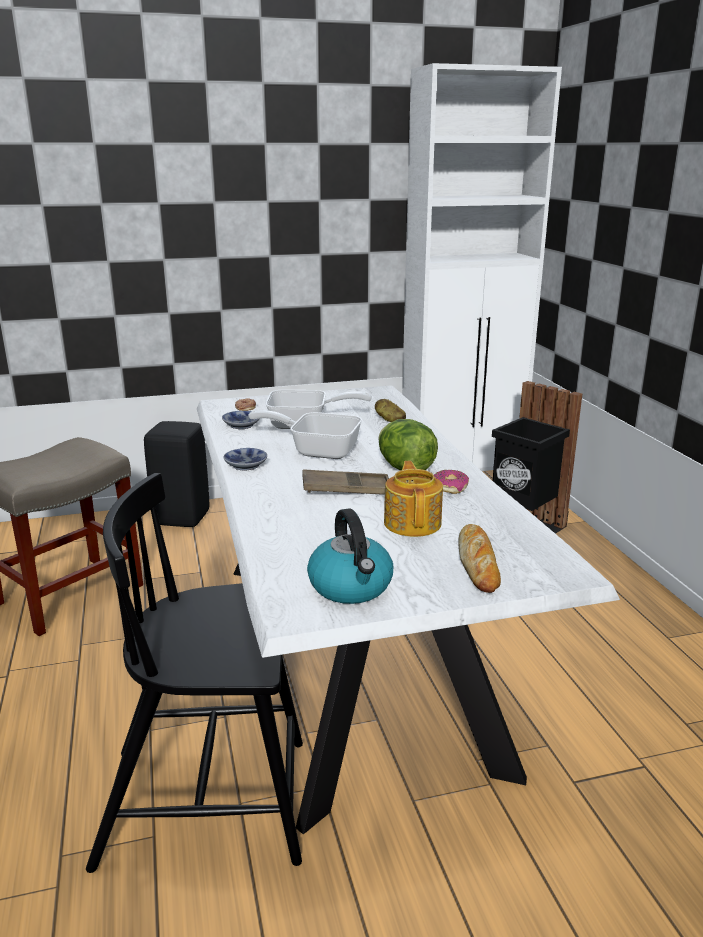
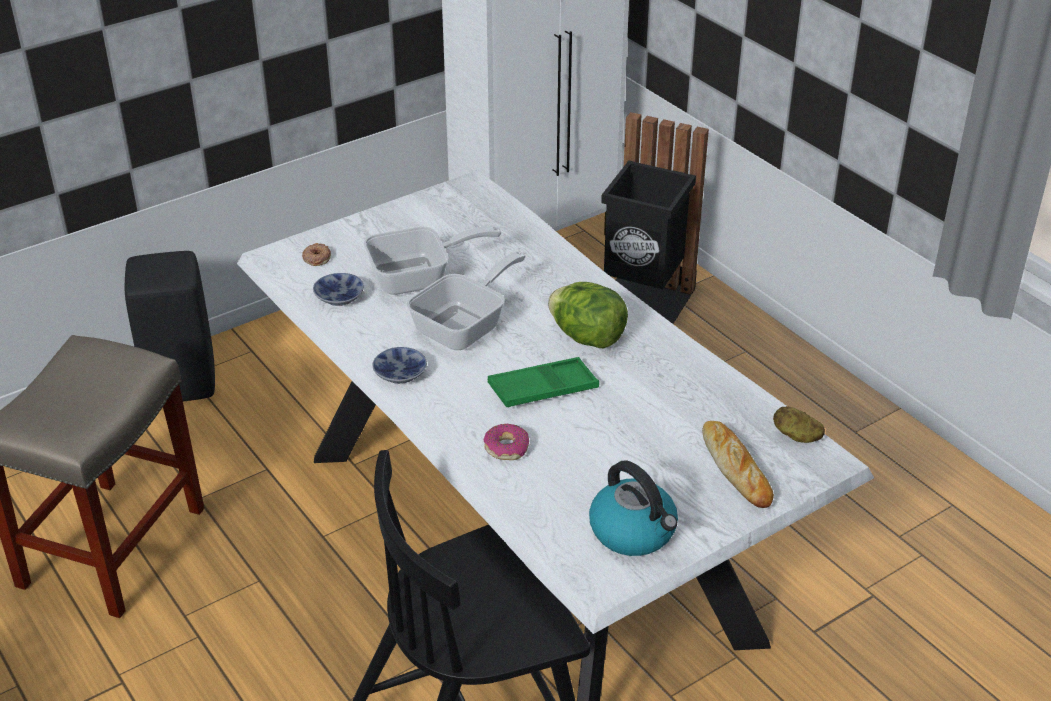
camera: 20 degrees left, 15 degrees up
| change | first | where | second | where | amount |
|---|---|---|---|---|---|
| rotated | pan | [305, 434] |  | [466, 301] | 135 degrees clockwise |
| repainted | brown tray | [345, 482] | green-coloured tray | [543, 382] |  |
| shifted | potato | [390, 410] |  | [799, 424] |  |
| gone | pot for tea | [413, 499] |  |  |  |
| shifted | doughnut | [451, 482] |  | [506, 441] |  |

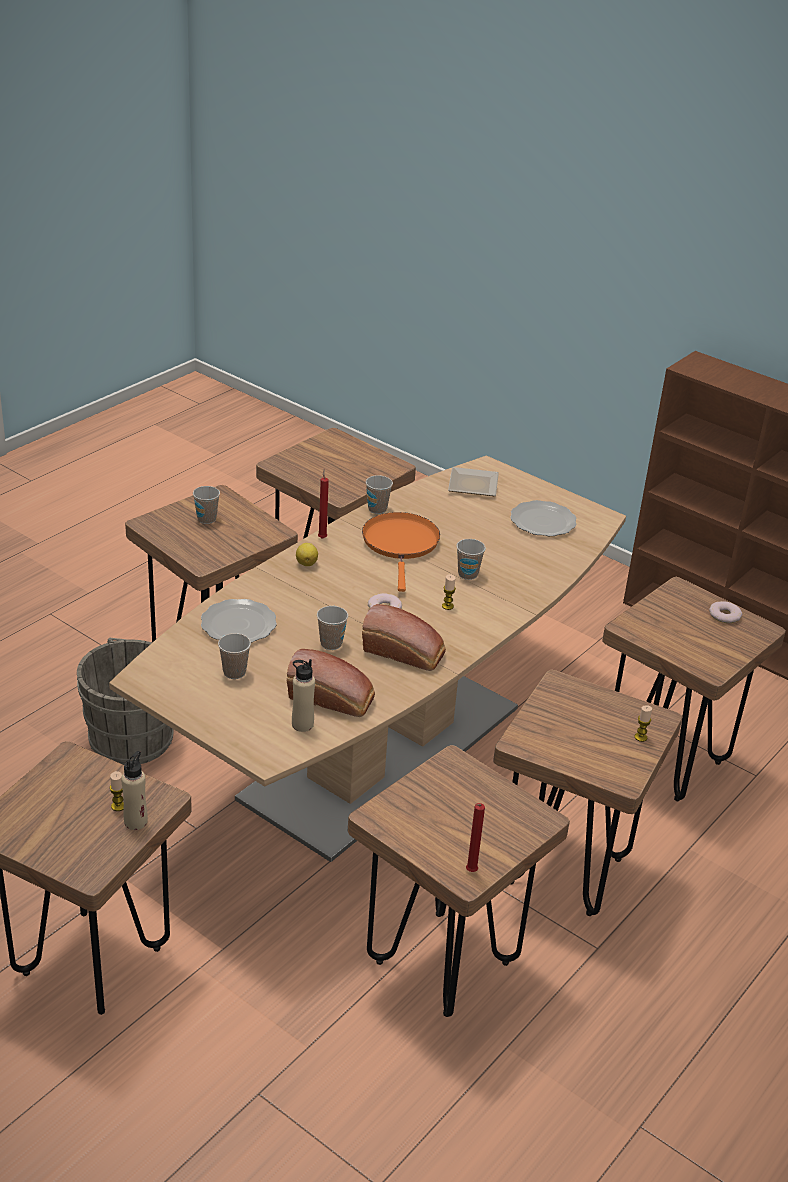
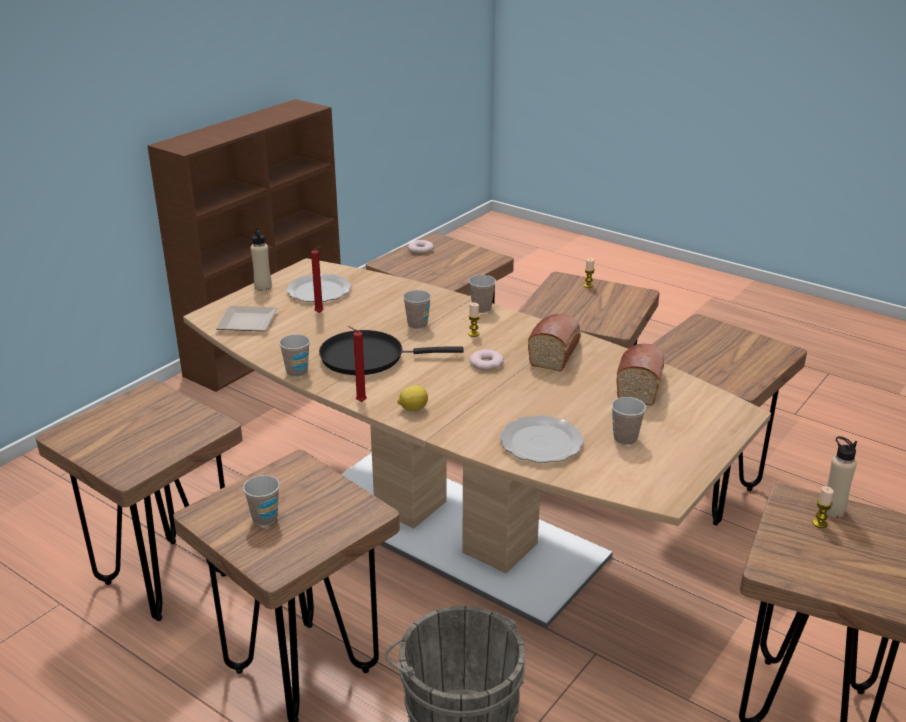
camera: 90 degrees left, 5 degrees down
| change | first | where | second | where | amount |
|---|---|---|---|---|---|
| shifted | beige drink bottle | [303, 695] |  | [261, 259] |  |
| shifted | small cup | [332, 628] |  | [482, 294] |  |
| repainted | orange-coloured pan | [401, 552] | black pan | [391, 352] |  |
| shifted | red-coloured wax light | [475, 837] |  | [317, 279] |  |

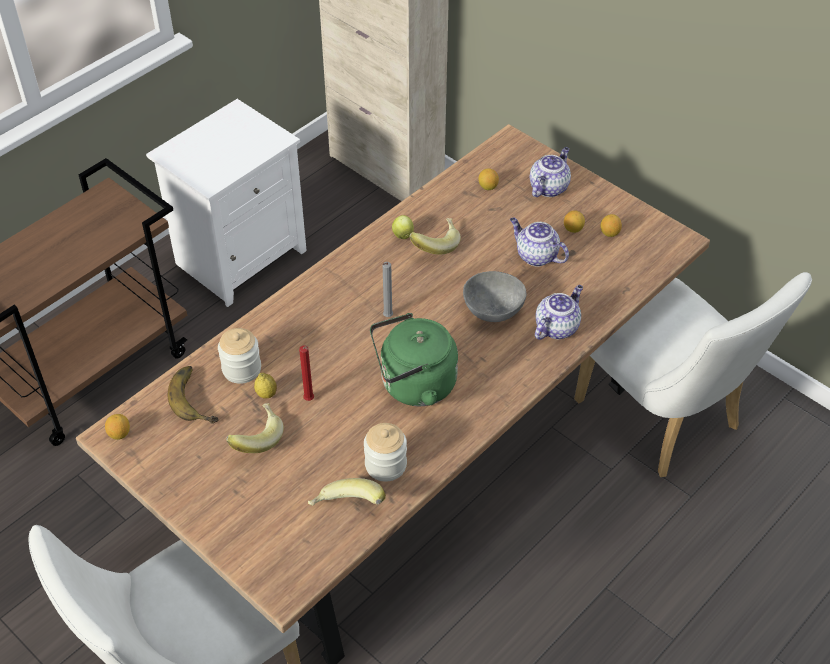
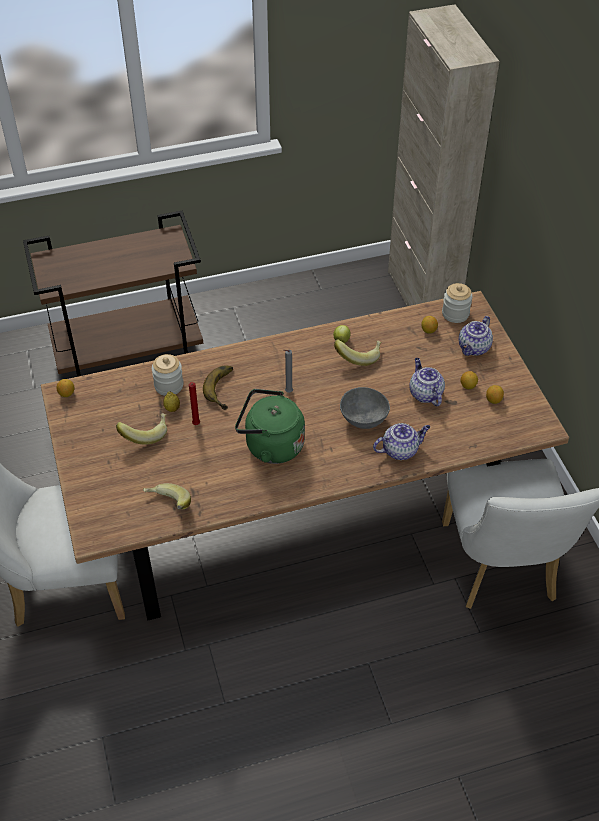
camera: 30 degrees right, 0 degrees up
| change | first | where | second | where | amount |
|---|---|---|---|---|---|
| gone | white bedside table | [226, 203] |  |  |  |
| shifted | banana | [193, 394] |  | [218, 387] |  |
| shifted | jar | [385, 452] |  | [457, 303] |  |
| rotated | pot for tea | [550, 172] |  | [476, 336] | 150 degrees clockwise |

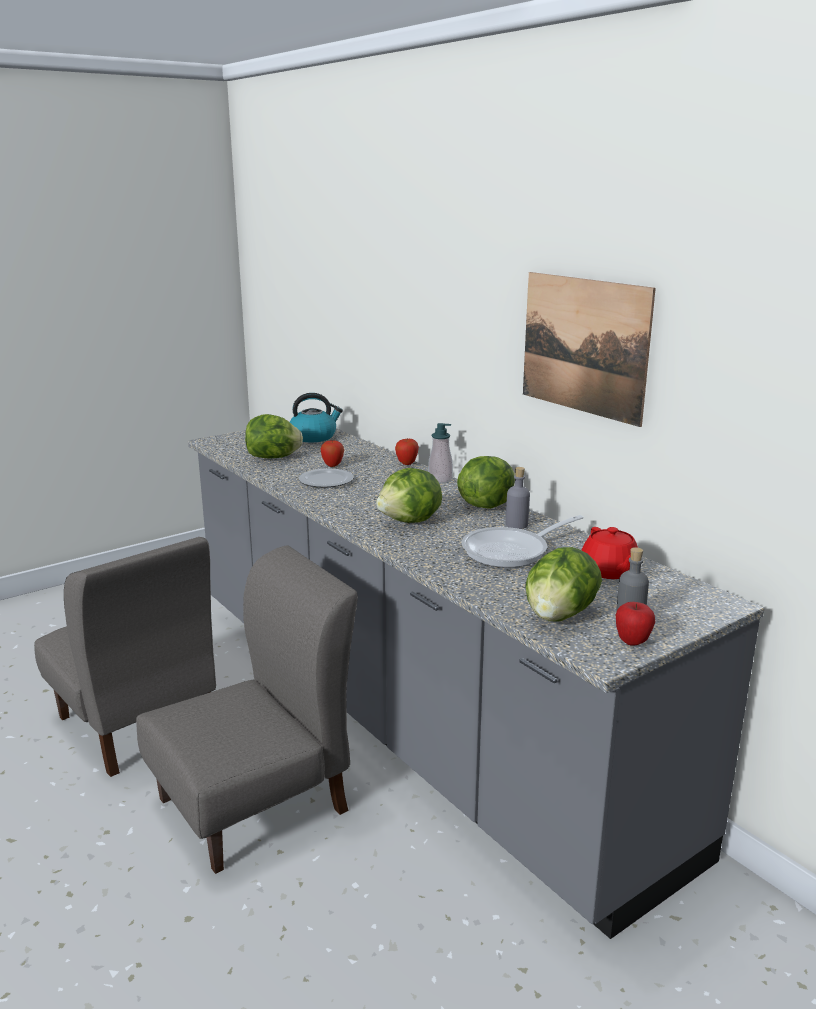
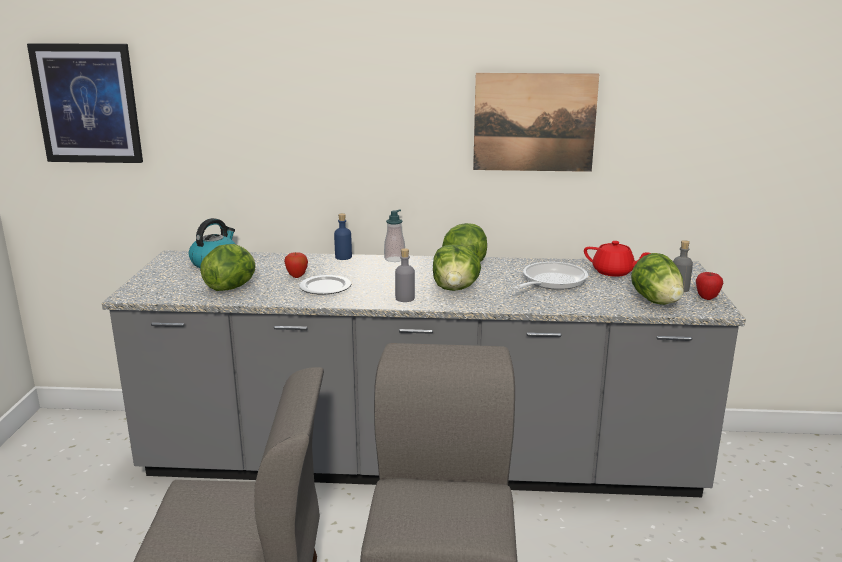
camera: 50 degrees left, 0 degrees up
| change | first | where | second | where | amount |
|---|---|---|---|---|---|
| swapped | apple | [407, 451] | bluish drink bottle | [343, 236] |  |
| rotated | pan | [523, 541] |  | [550, 276] | 150 degrees counterclockwise |
| shifted | grey drink bottle | [518, 498] |  | [405, 275] |  |
| new |  |  | wall picture | [85, 103] |  |

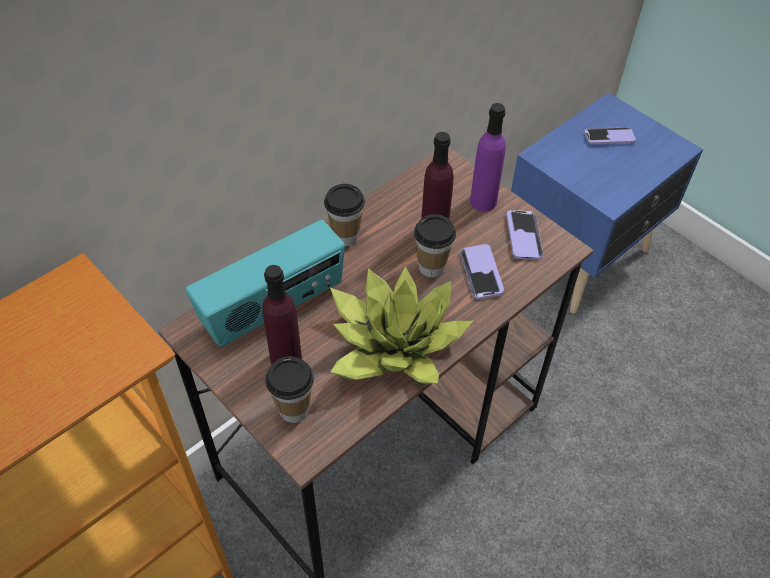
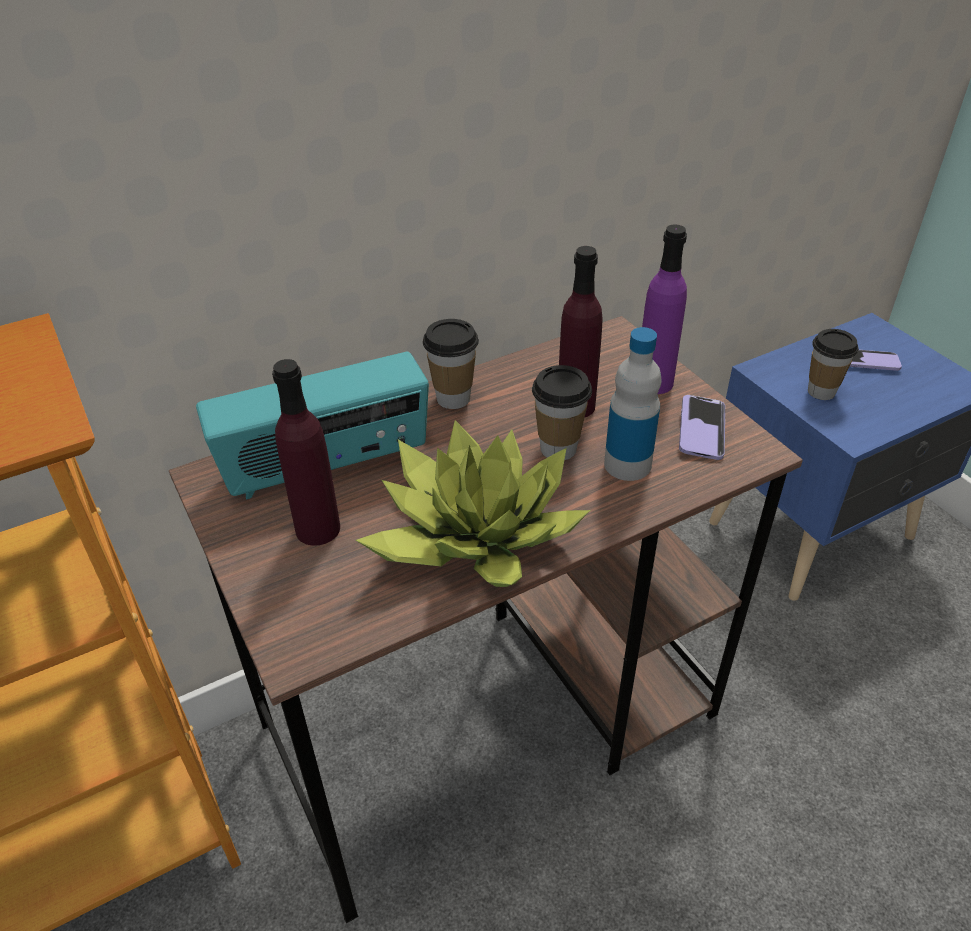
camera: 15 degrees right, 10 degrees down
| change | first | where | second | where | amount |
|---|---|---|---|---|---|
| shifted | small cup | [289, 389] |  | [833, 364] |  |
| swapped | phone | [482, 271] | drink bottle | [632, 404] |  |

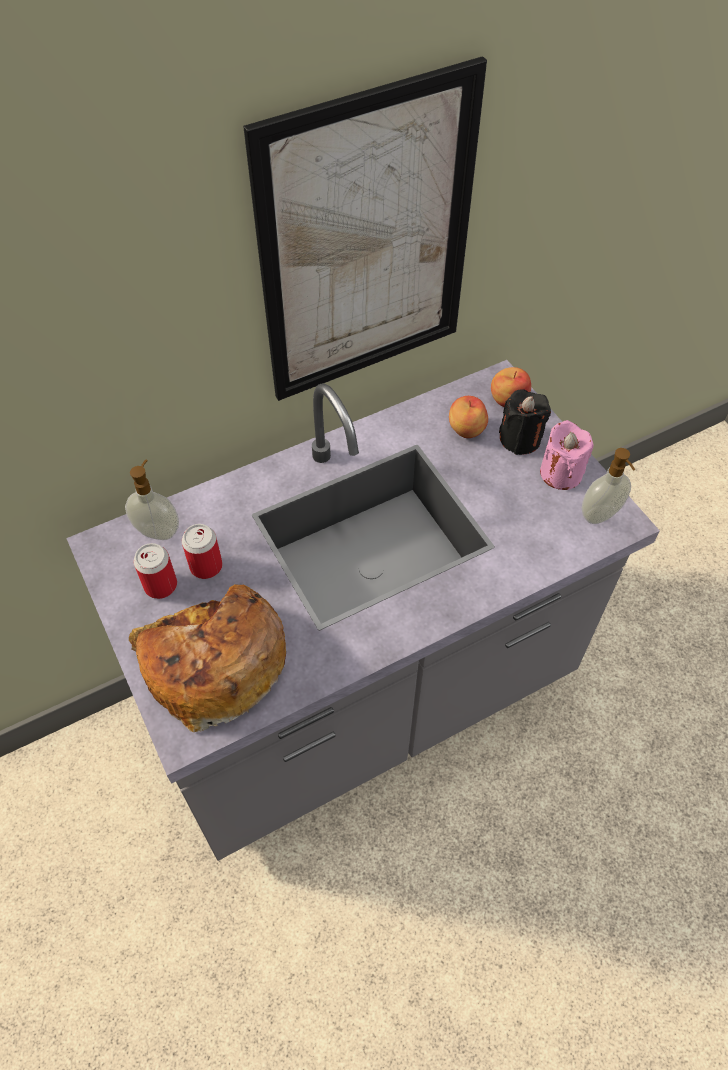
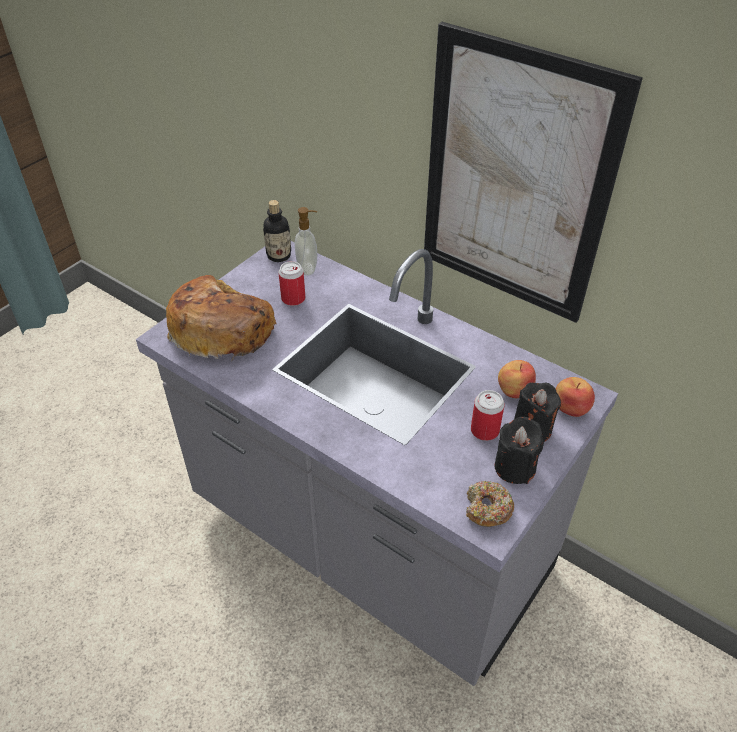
camera: 65 degrees right, 10 degrees down
| change | first | where | second | where | amount |
|---|---|---|---|---|---|
| shifted | can | [155, 571] |  | [488, 415] |  |
| repainted | pink wax light | [567, 455] | black wax light | [519, 450] |  |
| swapped | soap bottle | [608, 486] | doughnut | [490, 504] |  |
| new |  |  | drink bottle | [277, 231] |  |

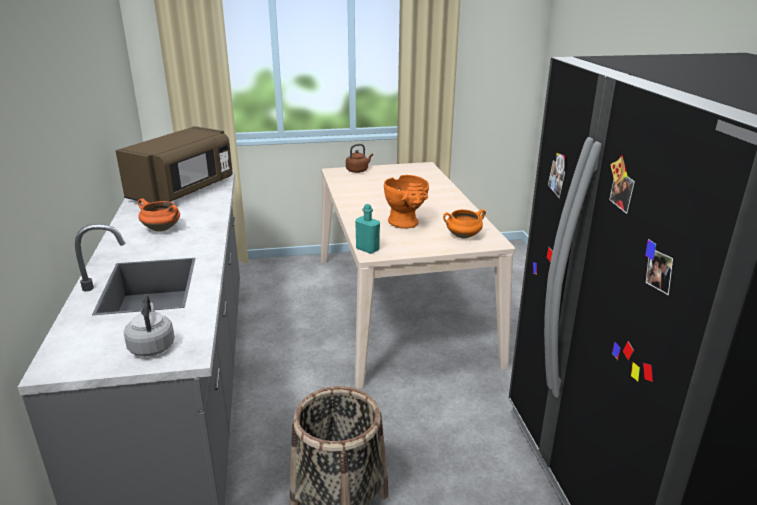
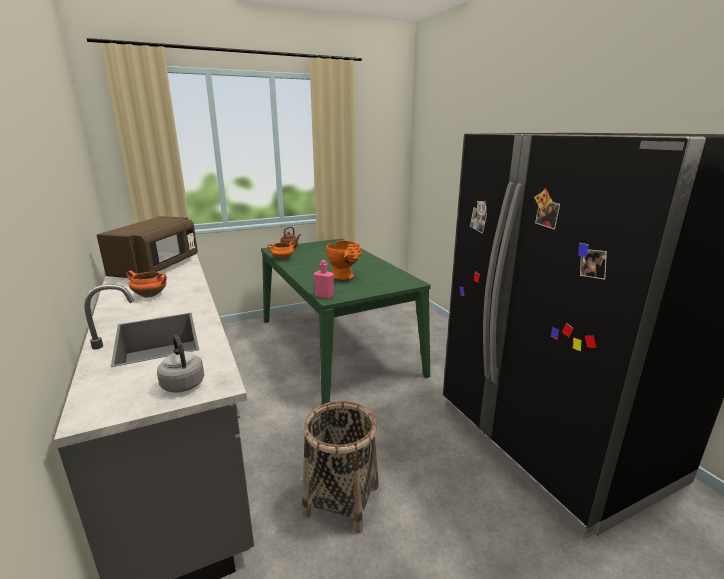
camera: 15 degrees left, 5 degrees down
| change | first | where | second | where | amount |
|---|---|---|---|---|---|
| repainted | beige dining table | [418, 275] | green-coloured dining table | [346, 321] |  |
| repainted | turquoise-coloured drink bottle | [367, 229] | pink drink bottle | [324, 279] |  |
| shifted | orange-coloured cooking pot | [464, 224] |  | [281, 250] |  |

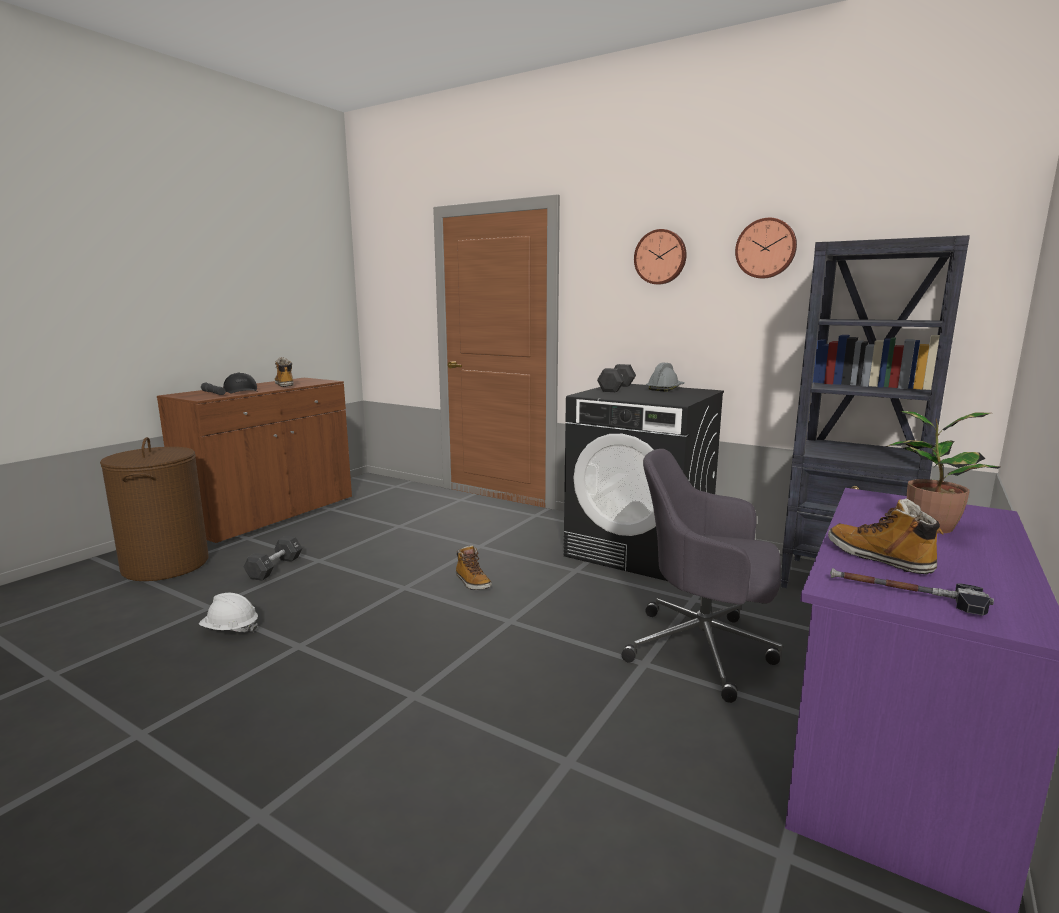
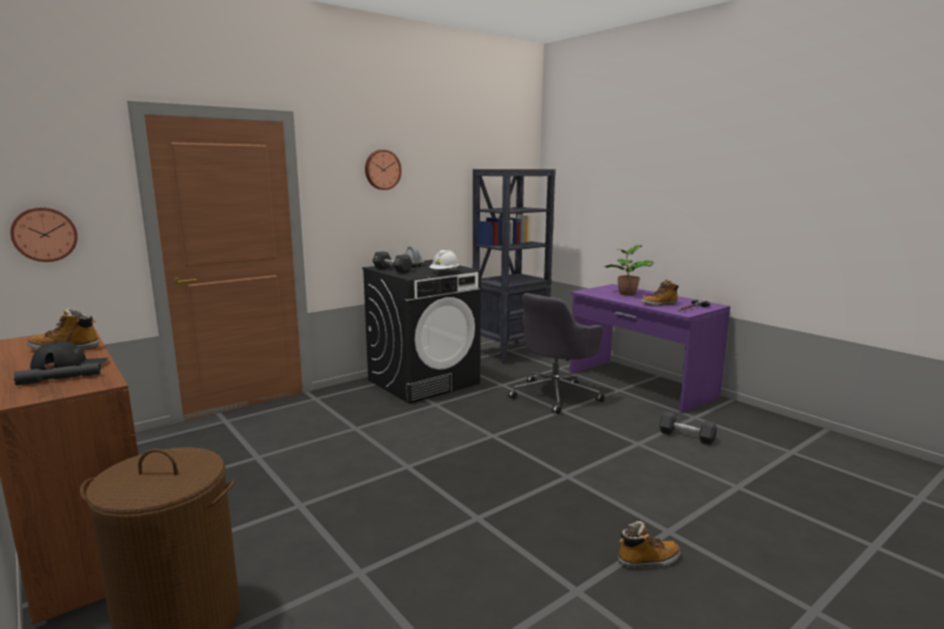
camera: 70 degrees left, 0 degrees up
| change | first | where | second | where | amount |
|---|---|---|---|---|---|
| shifted | white safety helmet | [228, 612] |  | [444, 260] |  |
| shifted | black hand weight | [272, 558] |  | [688, 428] |  |
| shifted | boot | [474, 567] |  | [649, 544] |  |
| shifted | clock on the wall | [766, 248] |  | [44, 234] |  |

